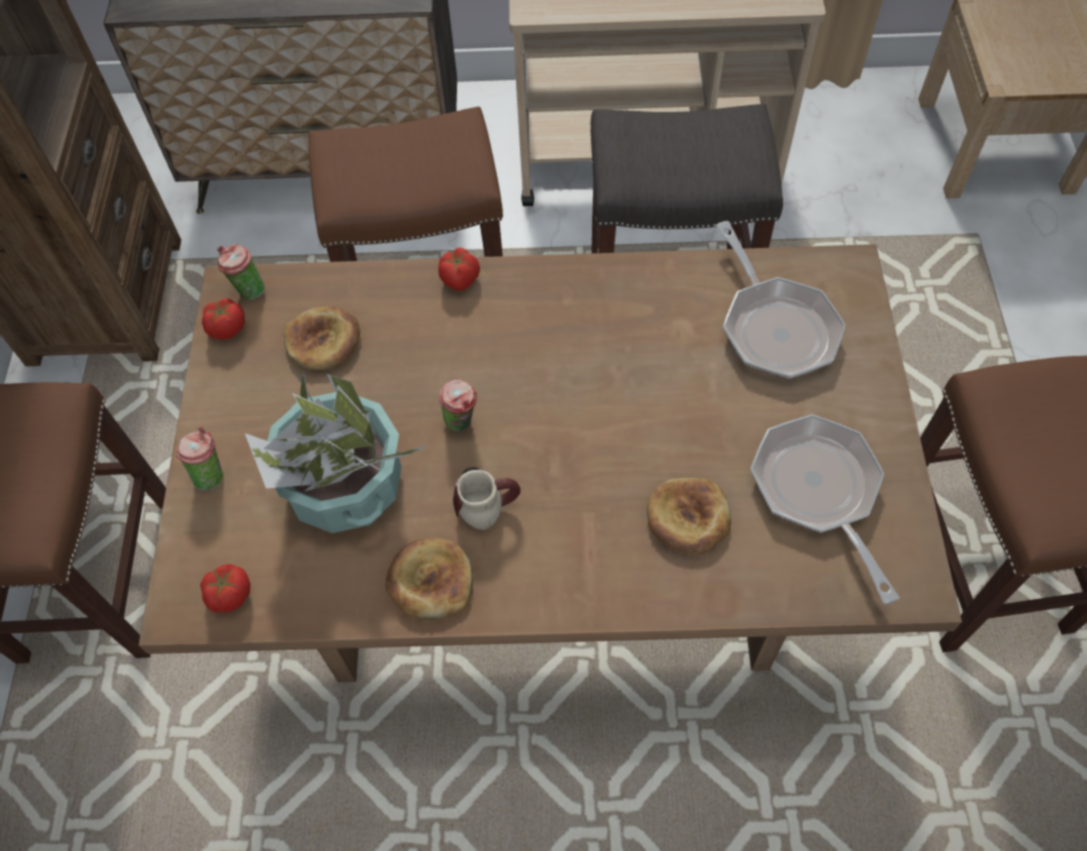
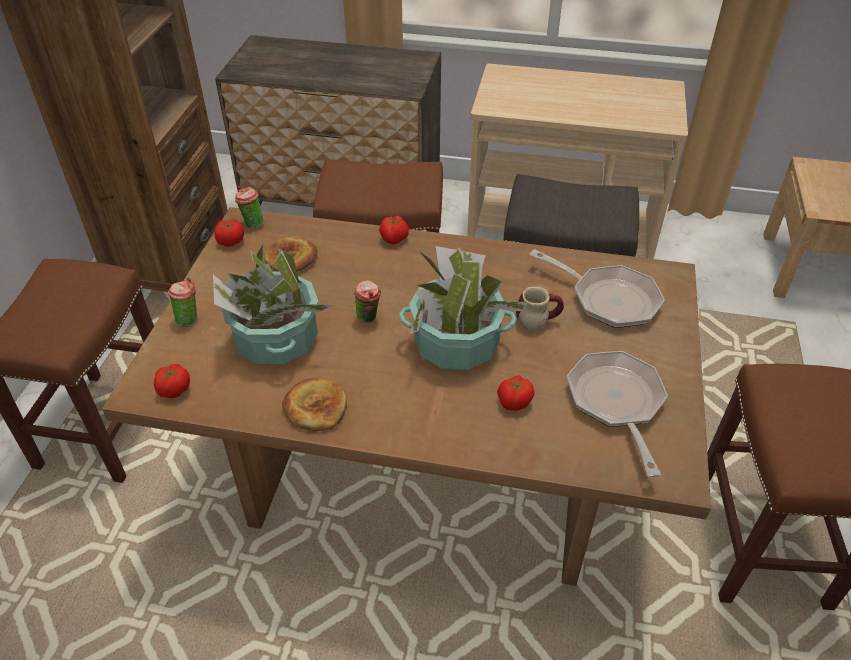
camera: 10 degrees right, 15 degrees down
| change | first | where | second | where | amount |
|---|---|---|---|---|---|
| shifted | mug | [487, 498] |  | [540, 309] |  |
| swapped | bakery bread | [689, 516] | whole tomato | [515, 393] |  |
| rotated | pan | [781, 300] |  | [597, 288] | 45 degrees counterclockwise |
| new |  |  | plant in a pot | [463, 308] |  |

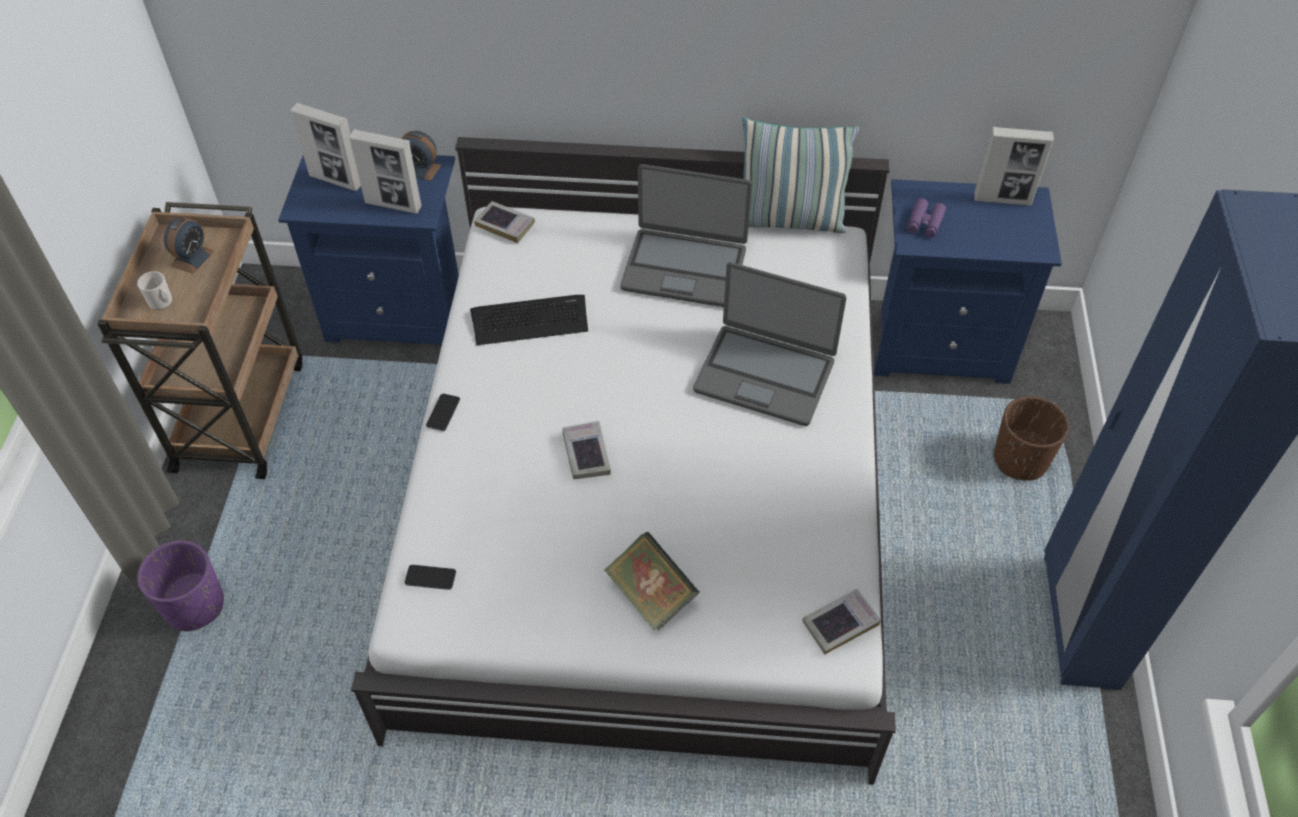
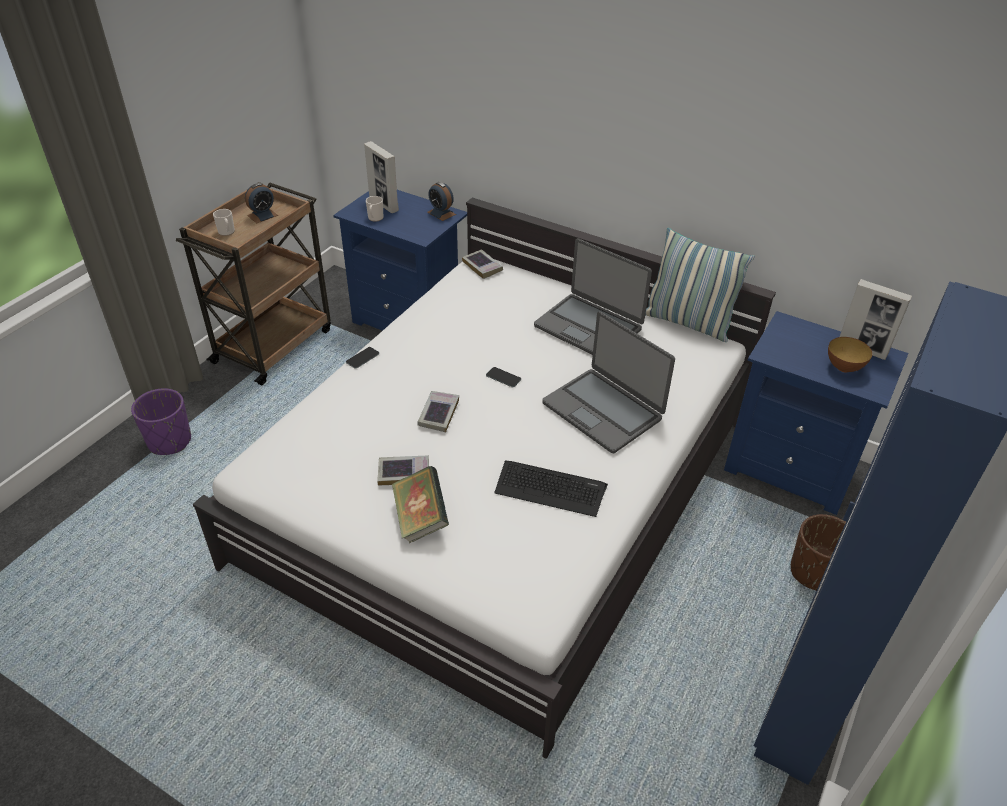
camera: 25 degrees right, 10 degrees down
| change | first | where | second | where | amount |
|---|---|---|---|---|---|
| gone | picture frame | [385, 171] |  |  |  |
| shifted | phone | [430, 577] |  | [503, 377] |  |
| shifted | keyboard | [529, 320] |  | [551, 489] |  |
| shifted | book | [841, 622] |  | [403, 470] |  |
| gone | purple binoculars | [926, 218] |  |  |  |
| new |  |  | mug | [374, 208] |  |
| new |  |  | deep dish | [850, 354] |  |

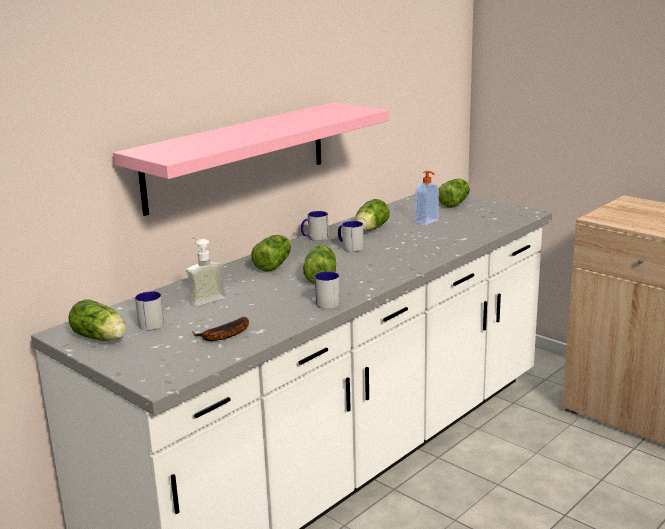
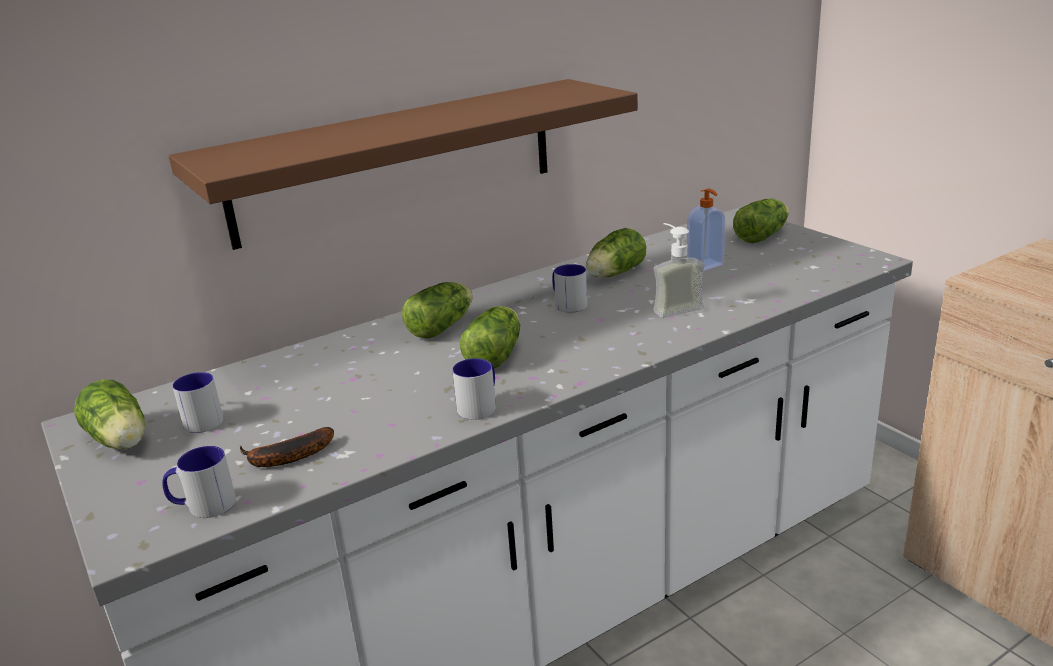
camera: 15 degrees right, 5 degrees up
| change | first | where | second | where | amount |
|---|---|---|---|---|---|
| repainted | pink shelf | [250, 159] | brown shelf | [403, 164] |  |
| shifted | soap bottle | [206, 271] |  | [679, 270] |  |
| shifted | mug | [315, 226] |  | [199, 482] |  |

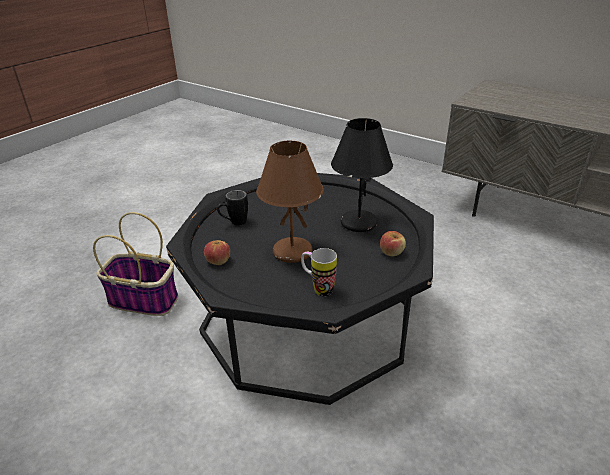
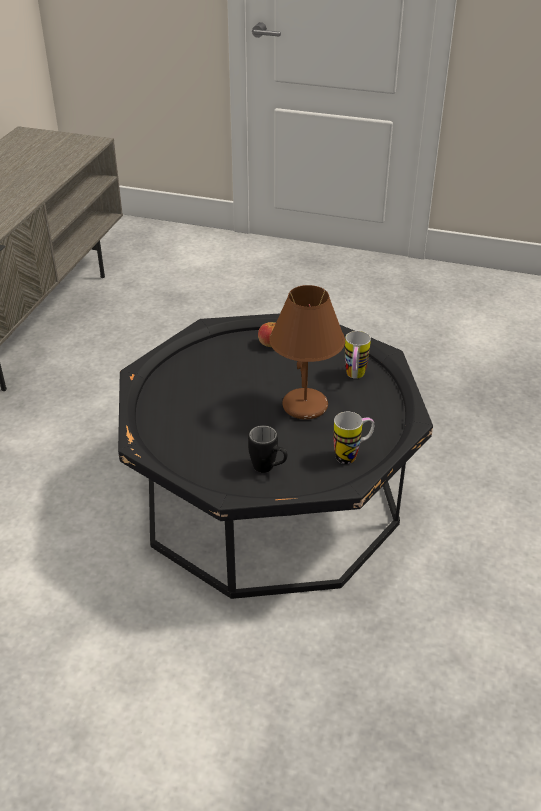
camera: 110 degrees left, 5 degrees up
| change | first | where | second | where | amount |
|---|---|---|---|---|---|
| gone | basket | [135, 264] |  |  |  |
| swapped | apple | [217, 252] | mug | [354, 438] |  |
| gone | black table lamp | [362, 175] |  |  |  |

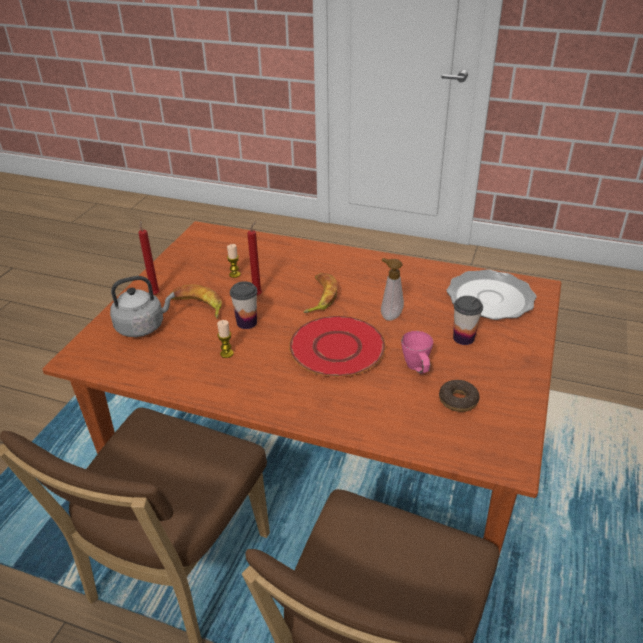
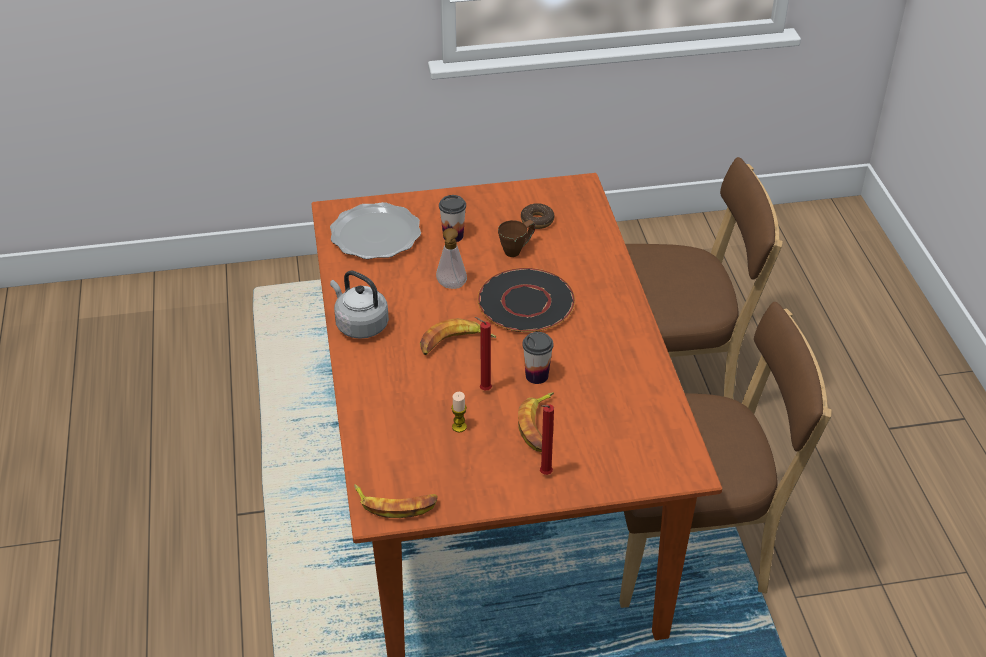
camera: 120 degrees left, 5 degrees up
| change | first | where | second | where | amount |
|---|---|---|---|---|---|
| shifted | grey kettle | [142, 306] |  | [359, 305] |  |
| gone | wax light | [225, 339] |  |  |  |
| repainted | red-coloured dinner plate | [337, 346] | black dinner plate | [526, 300] |  |
| repainted | pink mug | [417, 352] | brown mug | [517, 238] |  |
| new |  |  | banana | [396, 501] |  |

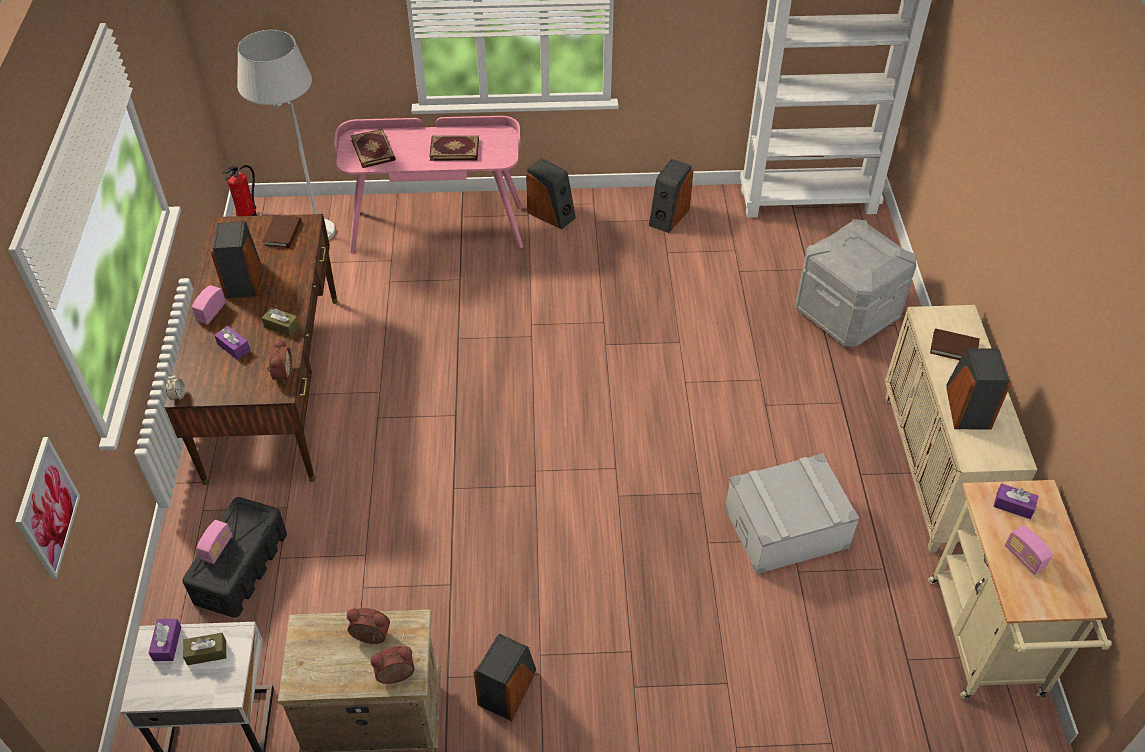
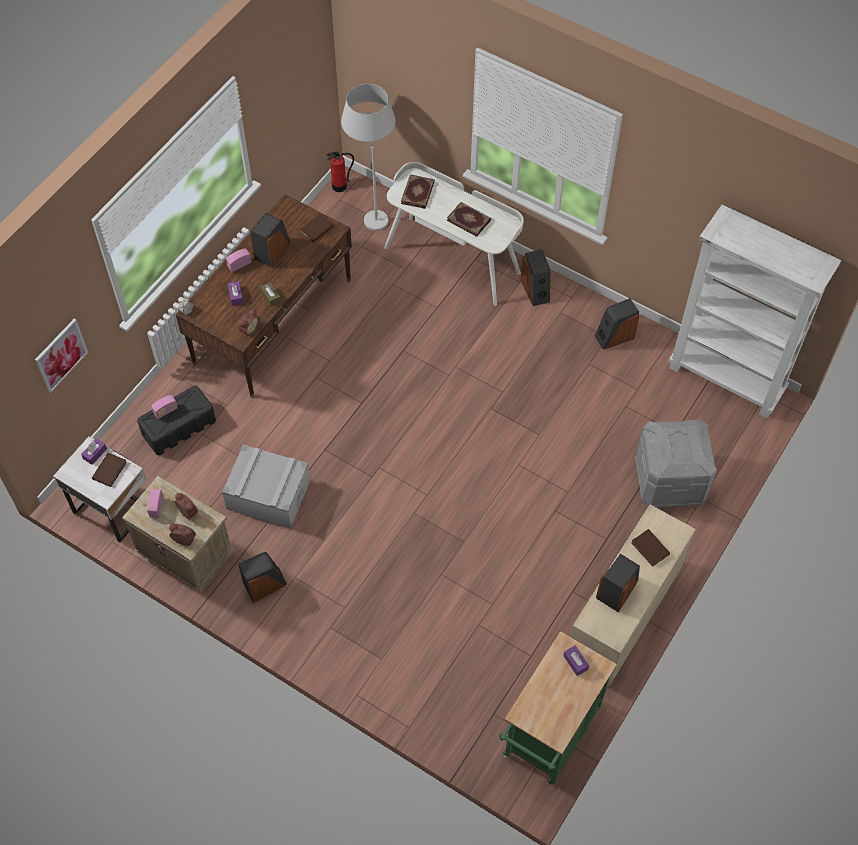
camera: 35 degrees right, 10 degrees up
| change | first | where | second | where | amount |
|---|---|---|---|---|---|
| swapped | brown tissue box | [204, 649] | brown book | [109, 470] |  |
| repainted | pink desk table | [428, 184] | white desk table | [454, 234] |  |
| shifted | grey storage container | [792, 513] |  | [266, 486] |  |
| repainted | beige trolley | [1020, 590] | green-coloured trolley | [558, 708] |  |
| shifted | radio | [1029, 550] |  | [155, 503] |  |

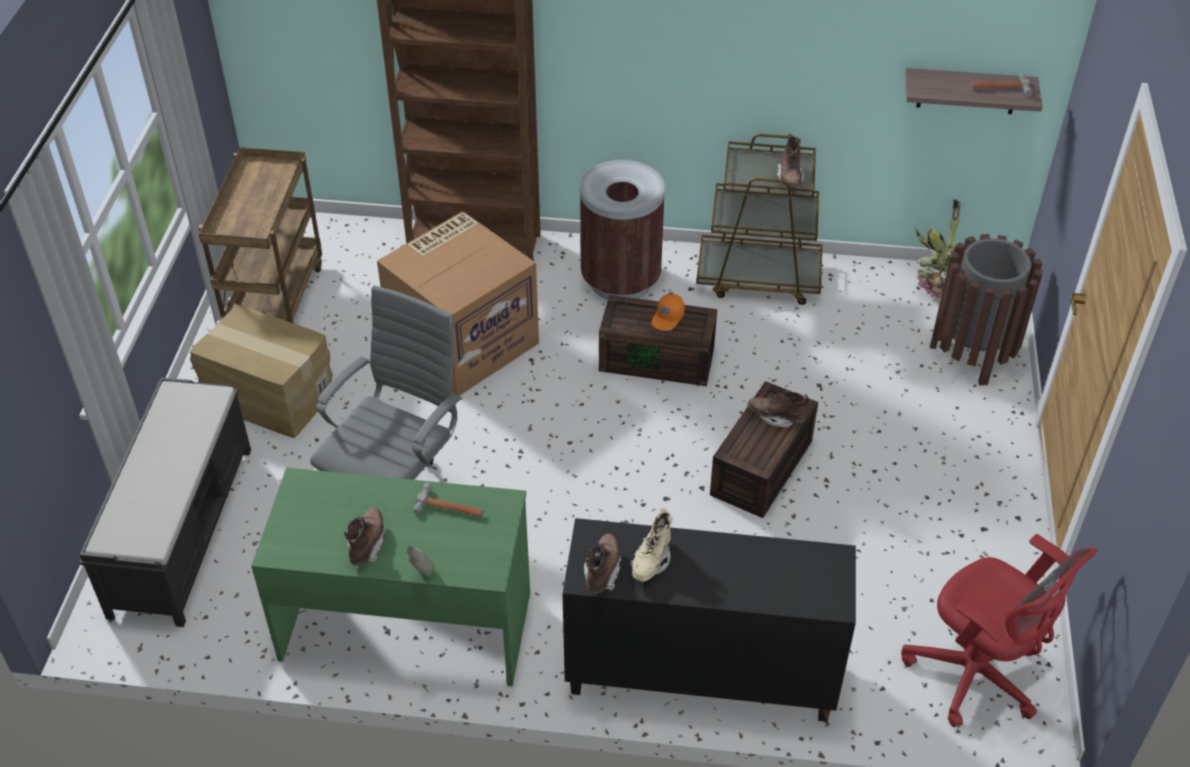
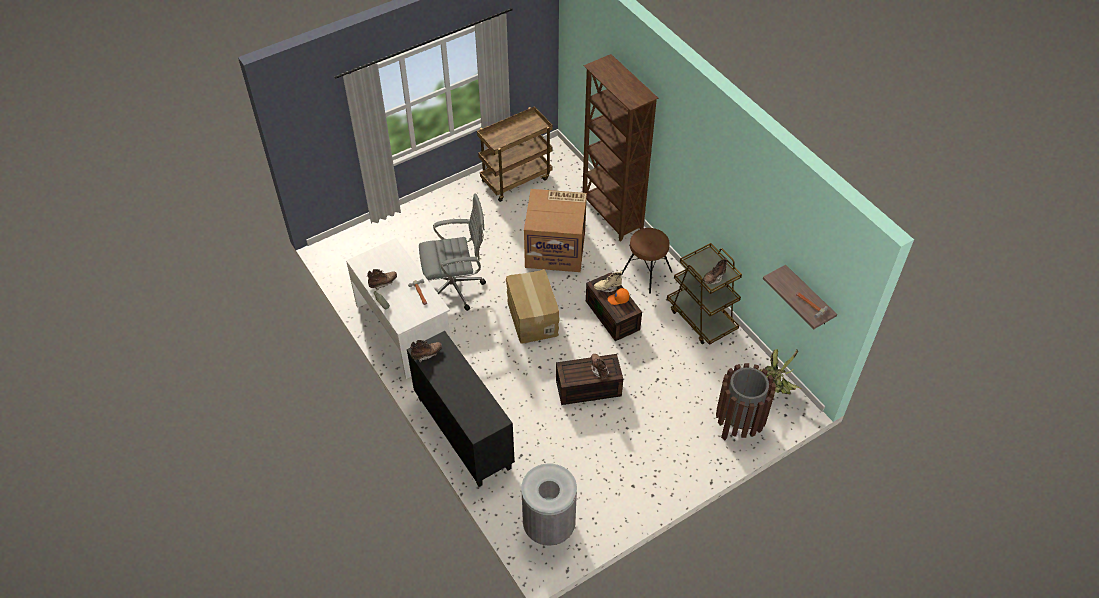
camera: 50 degrees right, 5 degrees up
| change | first | where | second | where | amount |
|---|---|---|---|---|---|
| gone | black long seat | [165, 502] |  |  |  |
| shifted | cardboard box | [261, 371] |  | [533, 306] |  |
| repainted | green-coloured desk table | [390, 577] | white desk table | [398, 308] |  |
| swapped | brown waste bin | [622, 230] | brown stool | [646, 261] |  |
| shifted | beige boot | [652, 544] |  | [608, 281] |  |
| swapped | red-coloured office chair | [999, 630] | grey waste bin | [549, 504] |  |

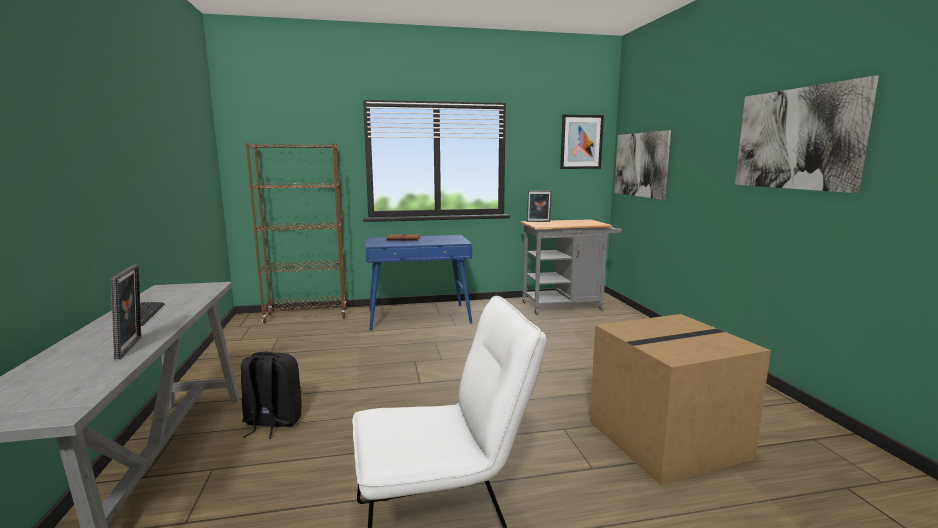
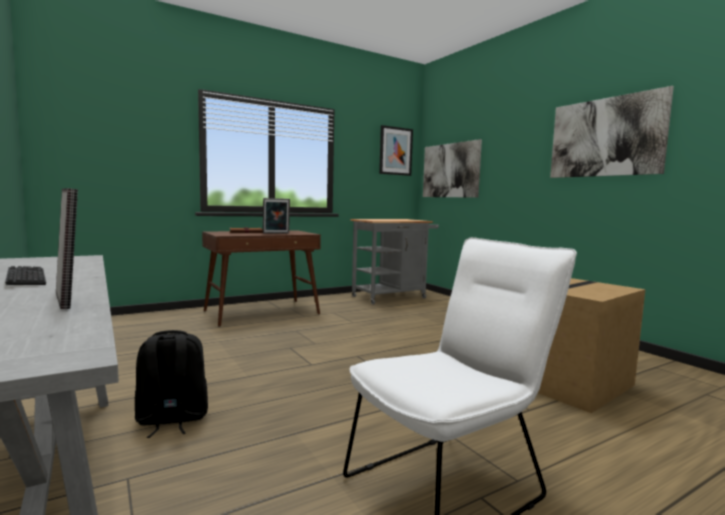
camera: 20 degrees left, 5 degrees down
| change | first | where | second | where | amount |
|---|---|---|---|---|---|
| gone | brown bookcase | [296, 233] |  |  |  |
| repainted | bluish desk table | [419, 283] | brown desk table | [261, 278] |  |
| shifted | picture frame | [539, 206] |  | [276, 216] |  |

